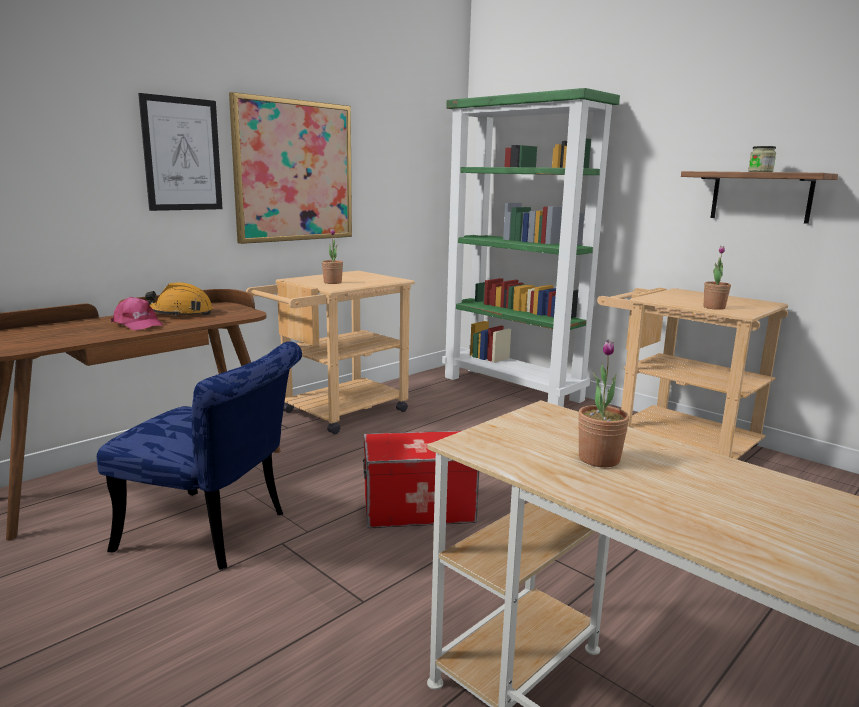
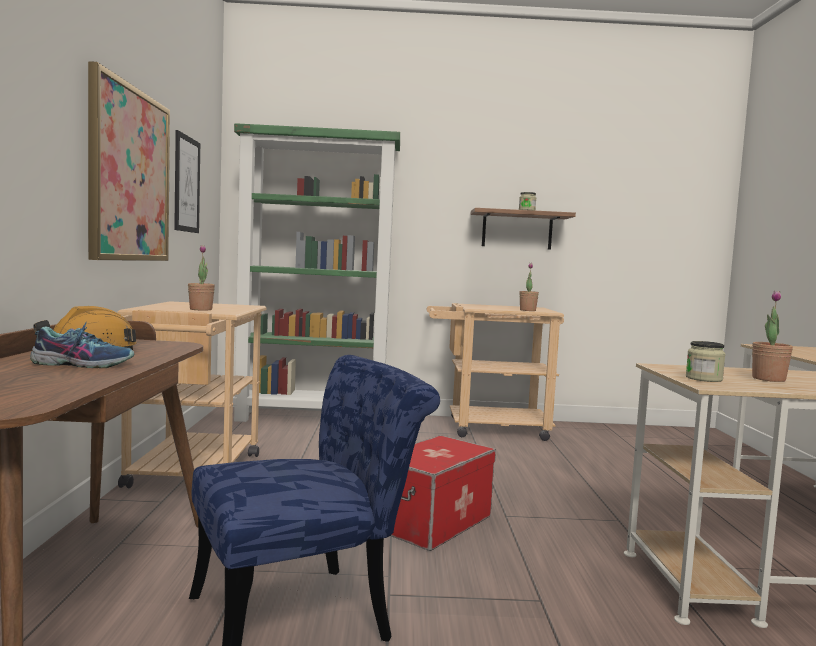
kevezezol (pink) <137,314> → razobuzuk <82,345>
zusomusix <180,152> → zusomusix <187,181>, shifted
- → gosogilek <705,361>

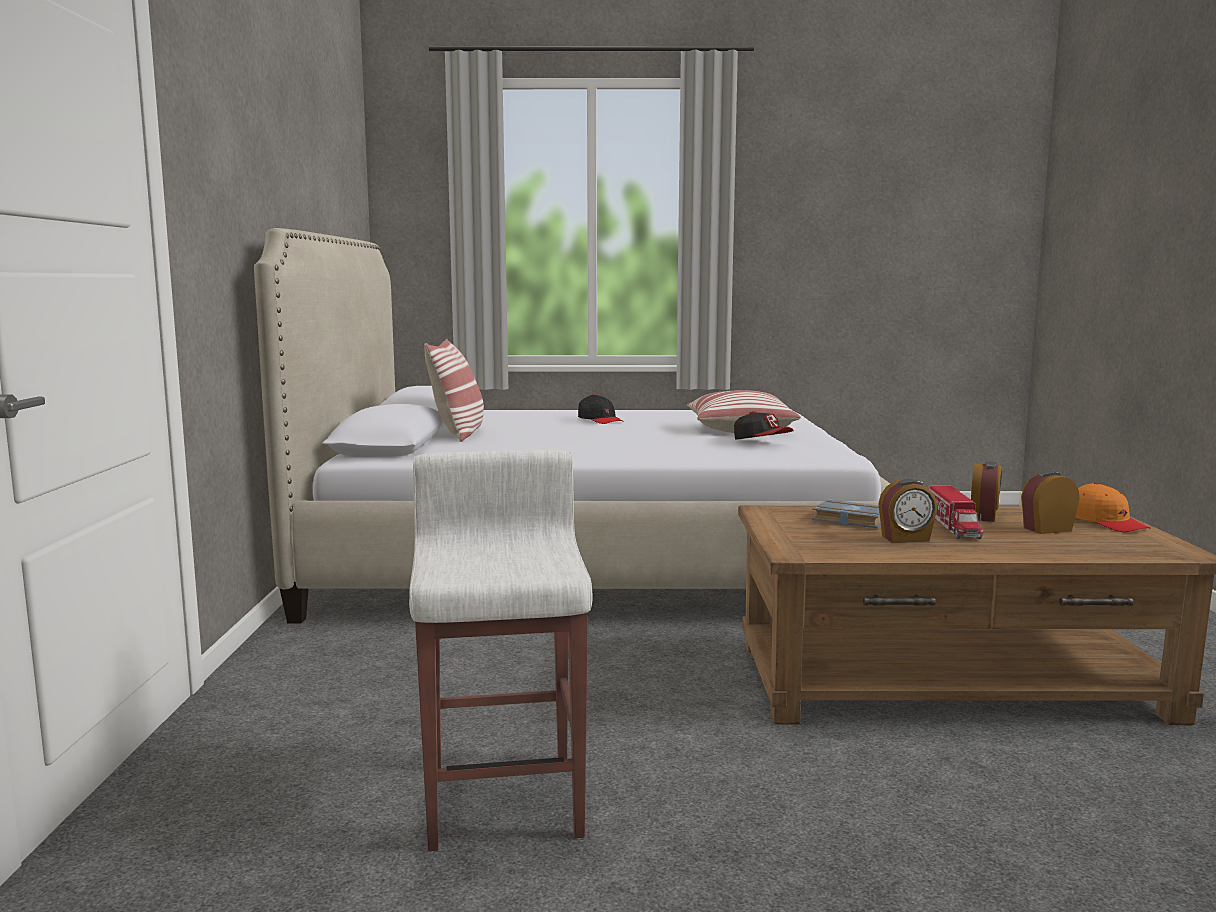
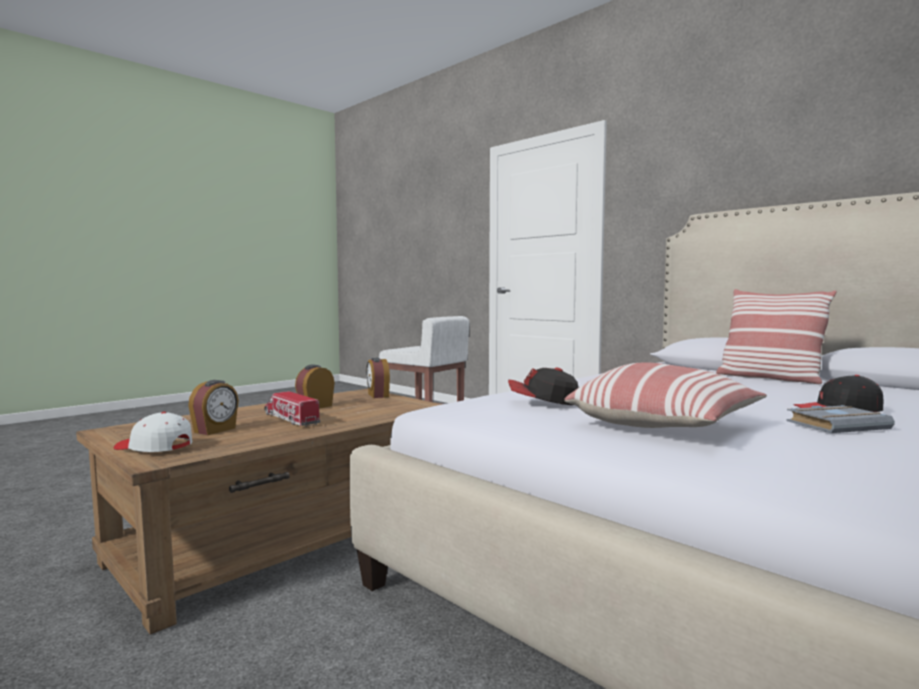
kevezezol (orange) <1112,507> → kevezezol (white) <153,432>
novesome <986,491> → novesome <378,378>, shifted
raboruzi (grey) <846,513> → raboruzi (grey) <840,419>, shifted

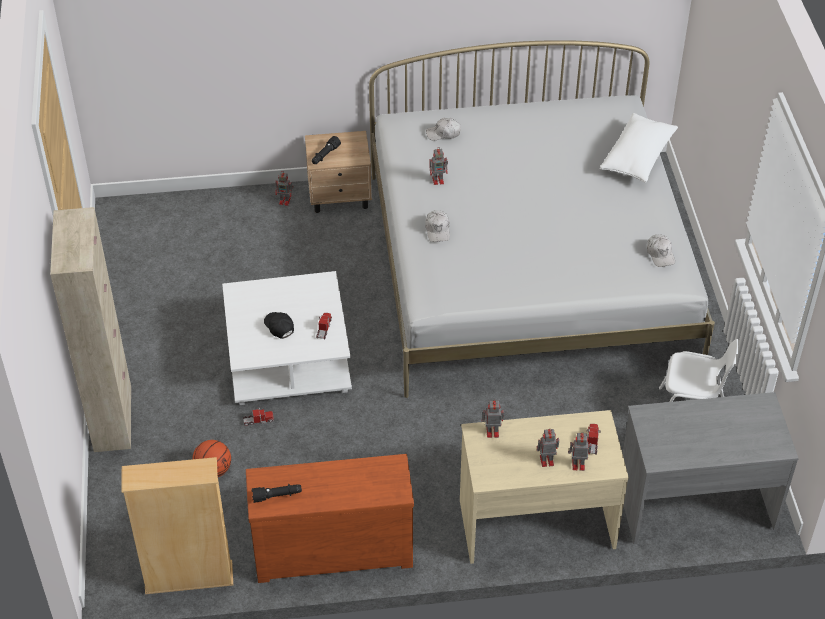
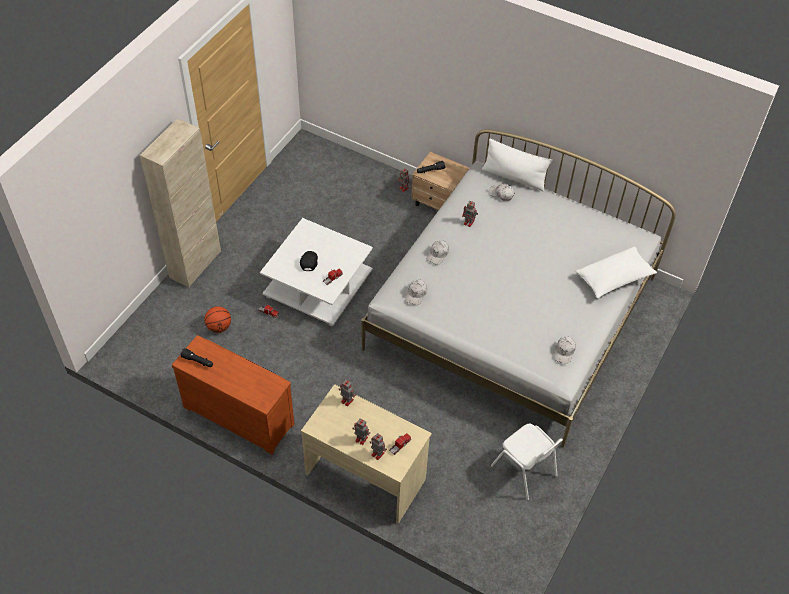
- → kevezezol (white) <416,292>
- → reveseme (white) <517,165>
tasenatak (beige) <177,525> → -
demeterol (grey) <711,468> → -

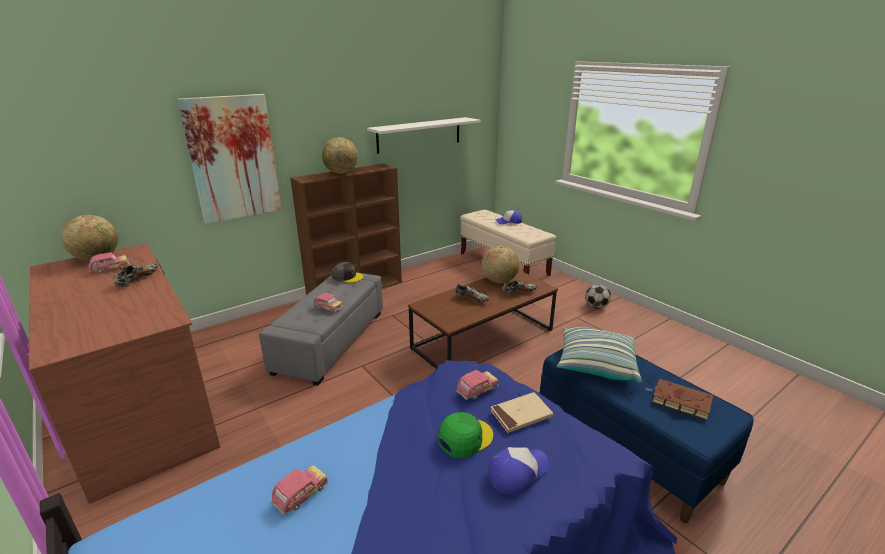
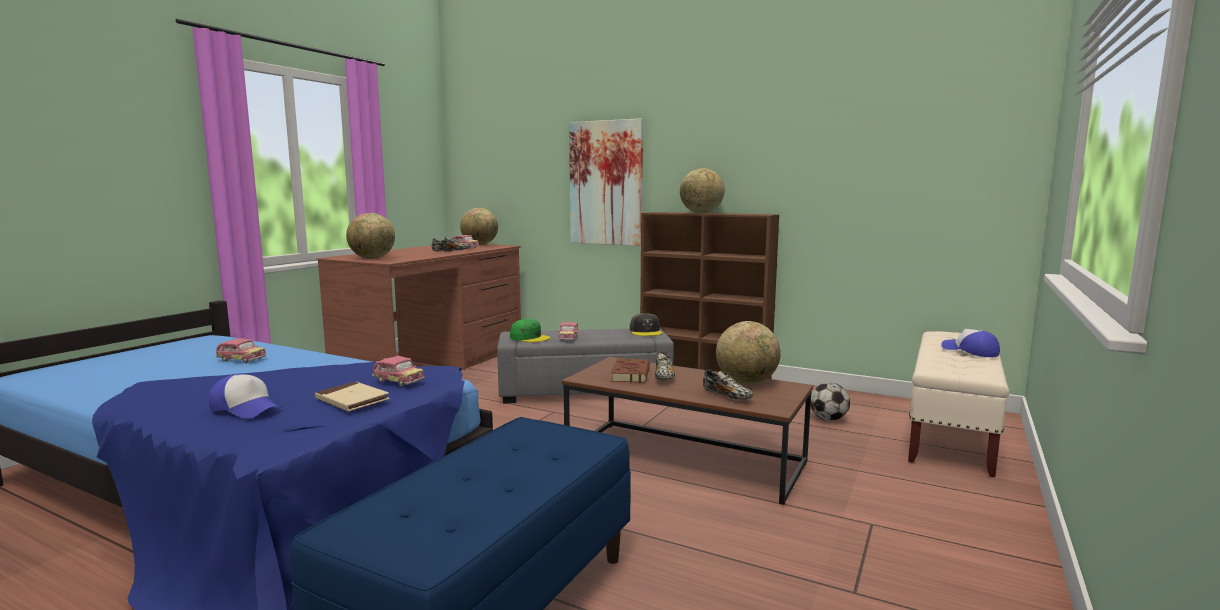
- → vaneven <370,236>
kevezezol (green) <465,435> → kevezezol (green) <530,330>, shifted
raboruzi (brown) <679,399> → raboruzi (brown) <630,371>, shifted
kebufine <598,296> → kebufine <830,402>, shifted
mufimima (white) <424,135> → -
reveseme <599,355> → -

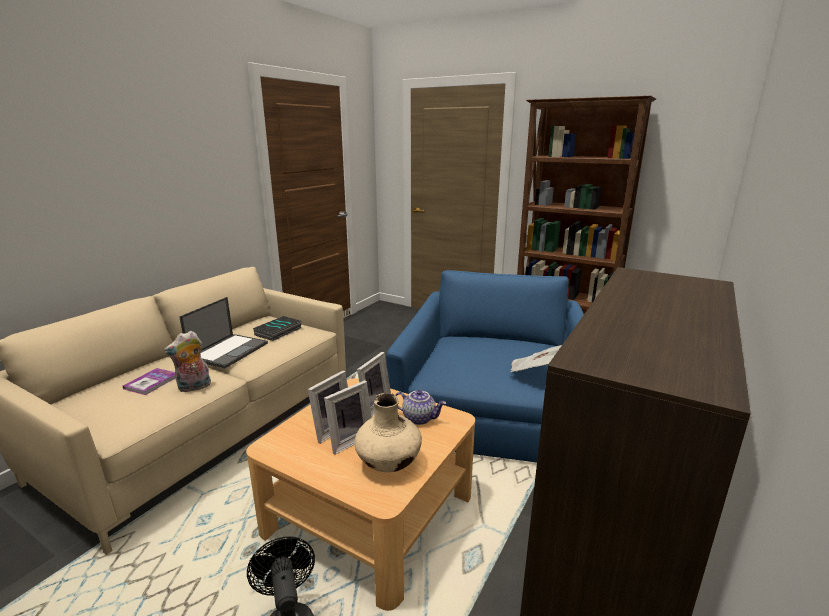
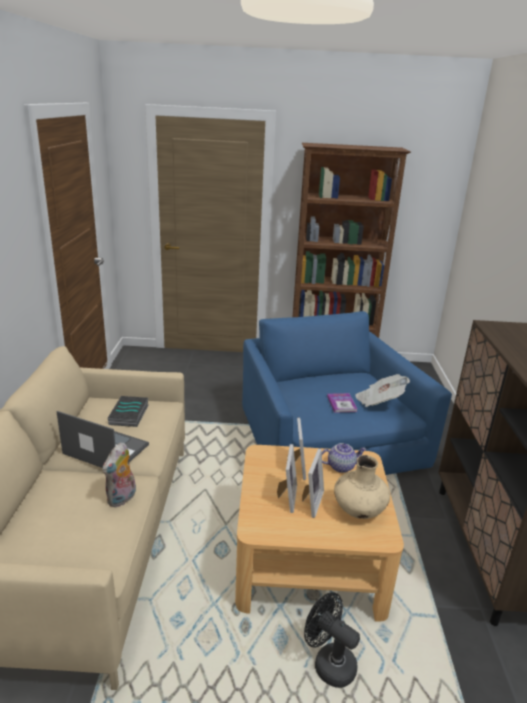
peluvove <223,332> → peluvove <102,439>, 60 degrees counterclockwise
raboruzi <149,381> → raboruzi <342,403>, shifted

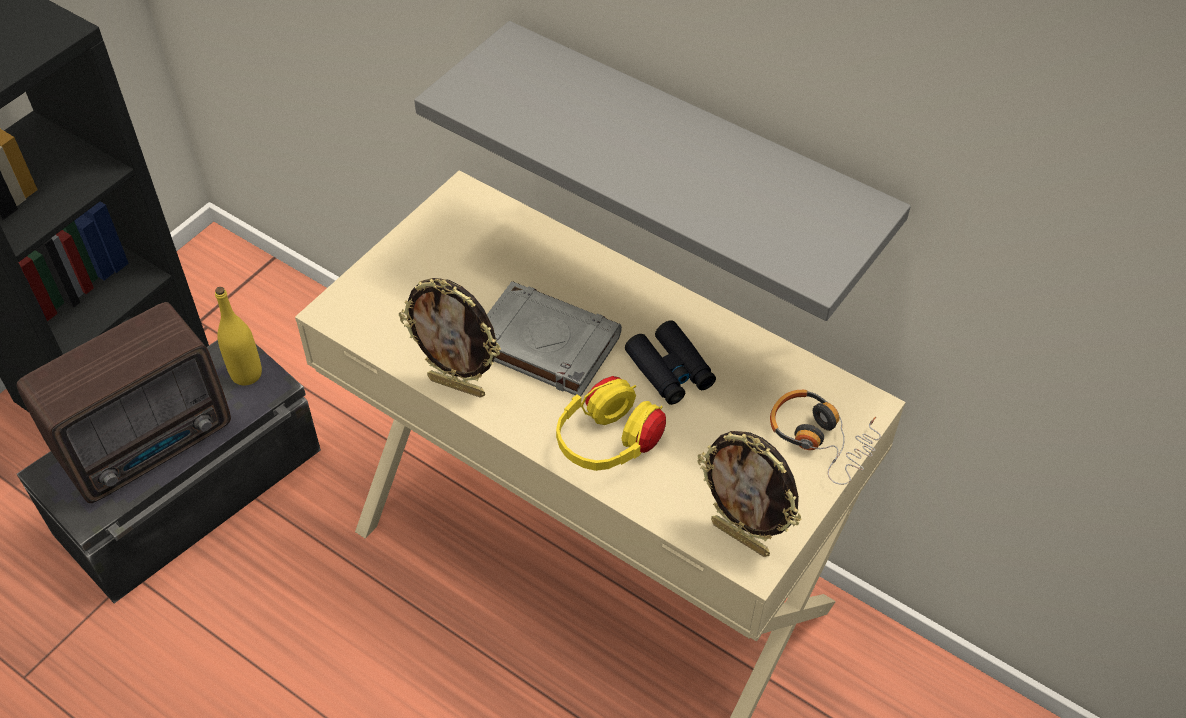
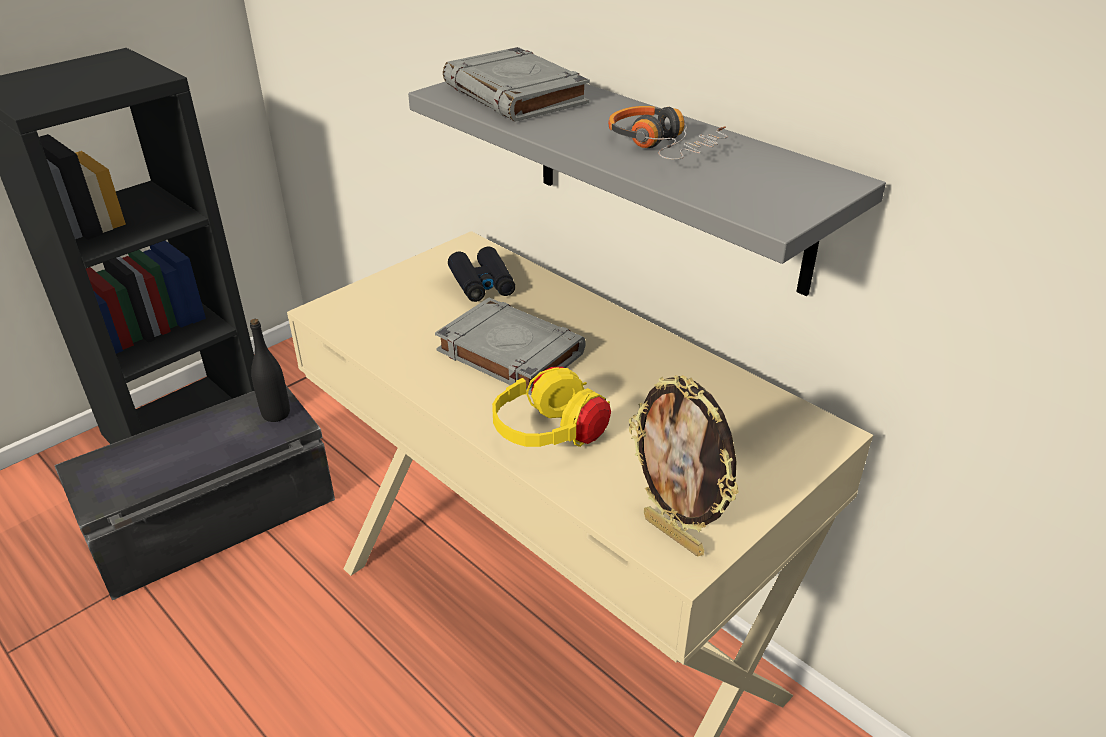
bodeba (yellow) <238,336> → bodeba (black) <270,370>
- → raboruzi (grey) <516,84>
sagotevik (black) <670,362> → sagotevik (black) <482,274>, shifted
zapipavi <825,437> → zapipavi <668,133>, shifted
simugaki <124,402> → -
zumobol <450,338> → -

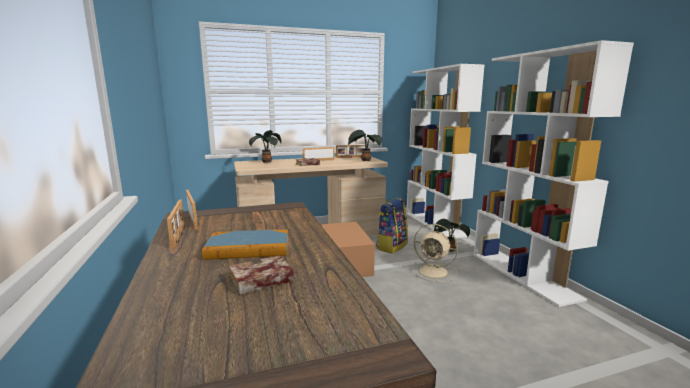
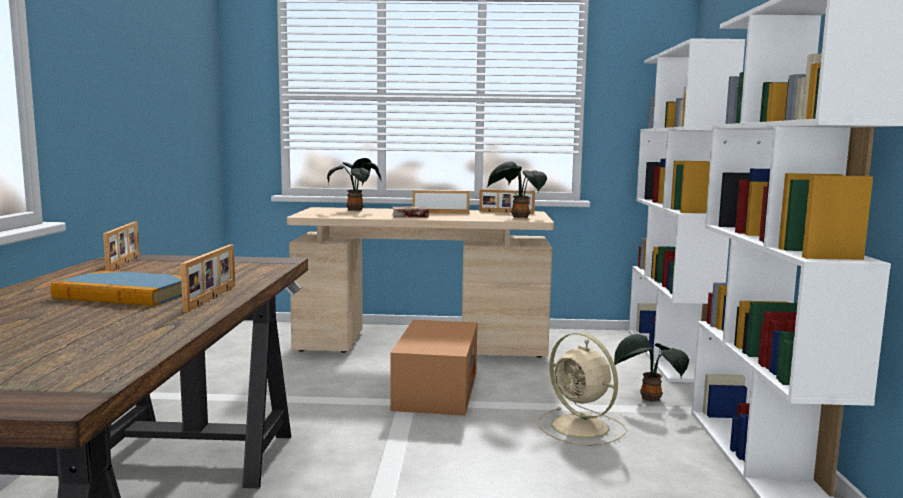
zumobol <176,224> → zumobol <207,278>, shifted
raboruzi <261,275> → -
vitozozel <392,226> → -

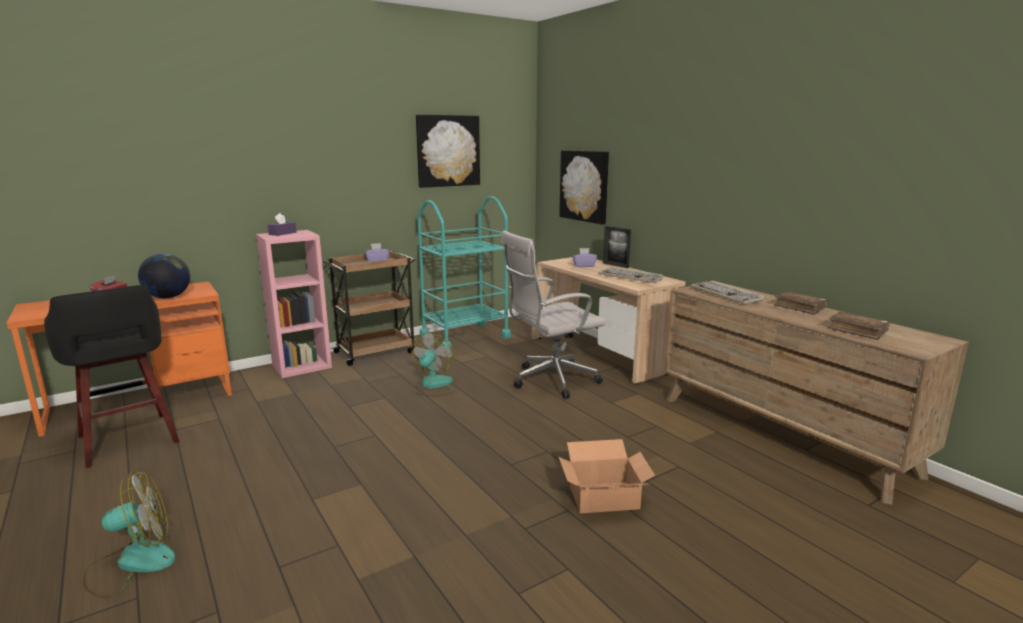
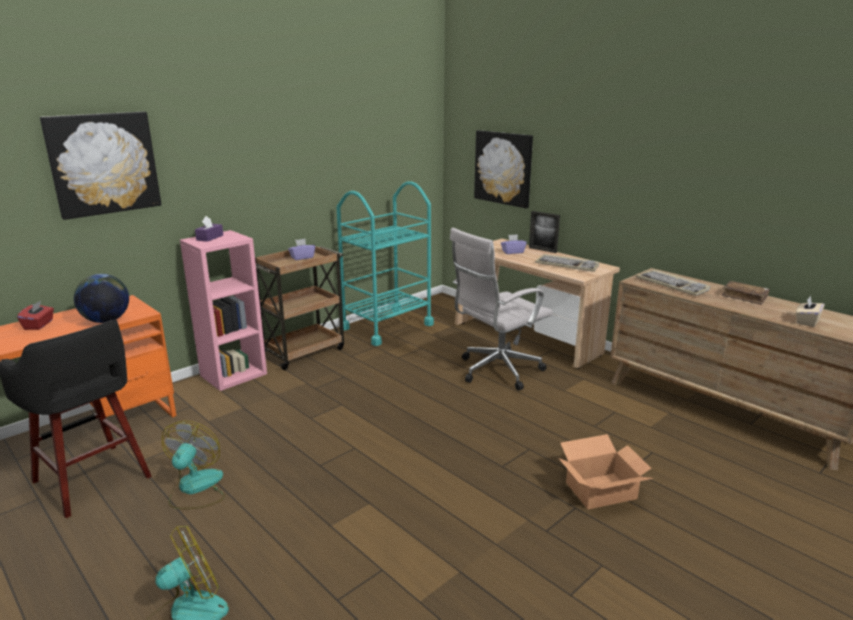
zusomusix <448,151> → zusomusix <100,166>, shifted
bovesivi <433,364> → bovesivi <193,465>, shifted
raboruzi (brown) <858,326> → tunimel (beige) <810,311>

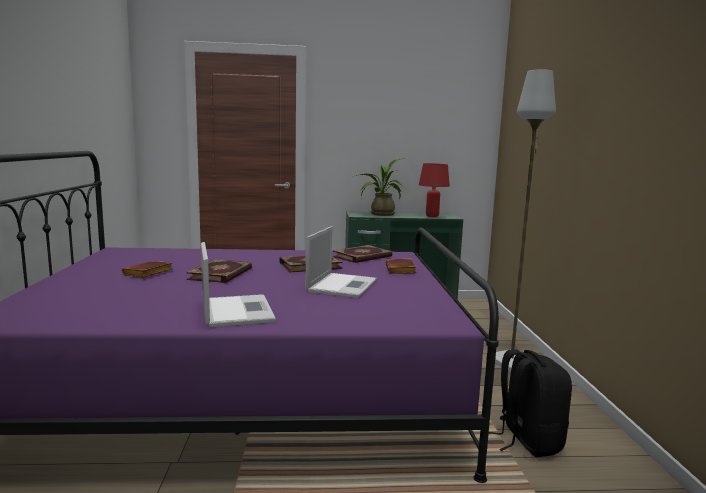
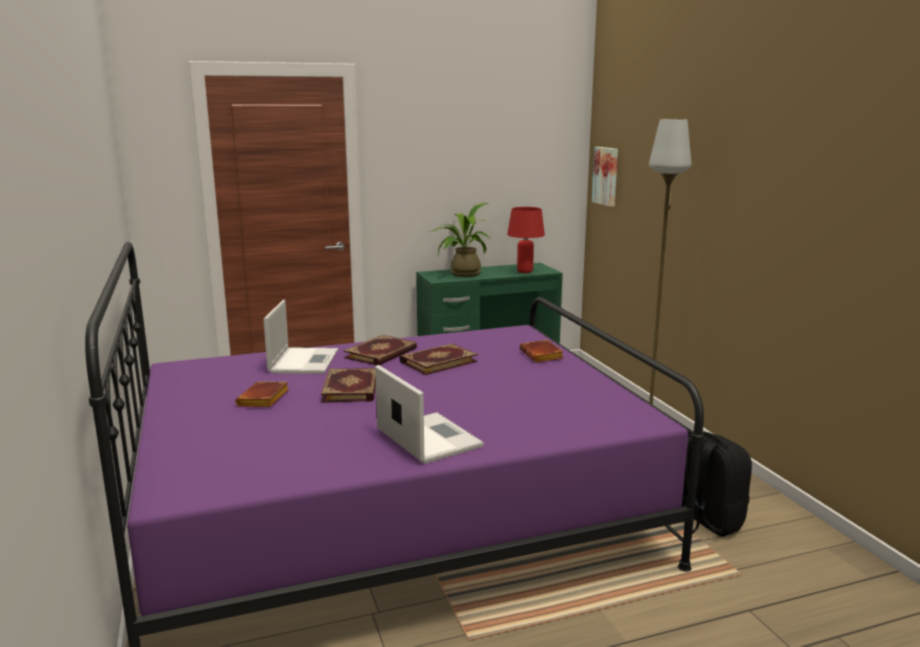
peluvove <341,262> → peluvove <300,337>, shifted
raboruzi <362,254> → raboruzi <380,350>, shifted
- → zusomusix <605,177>

